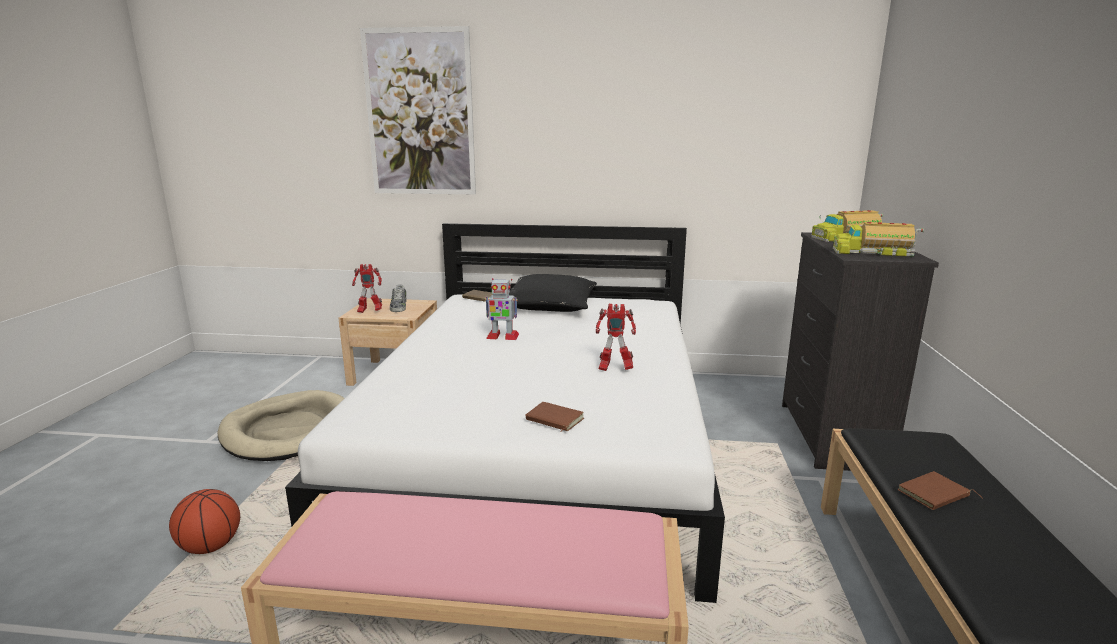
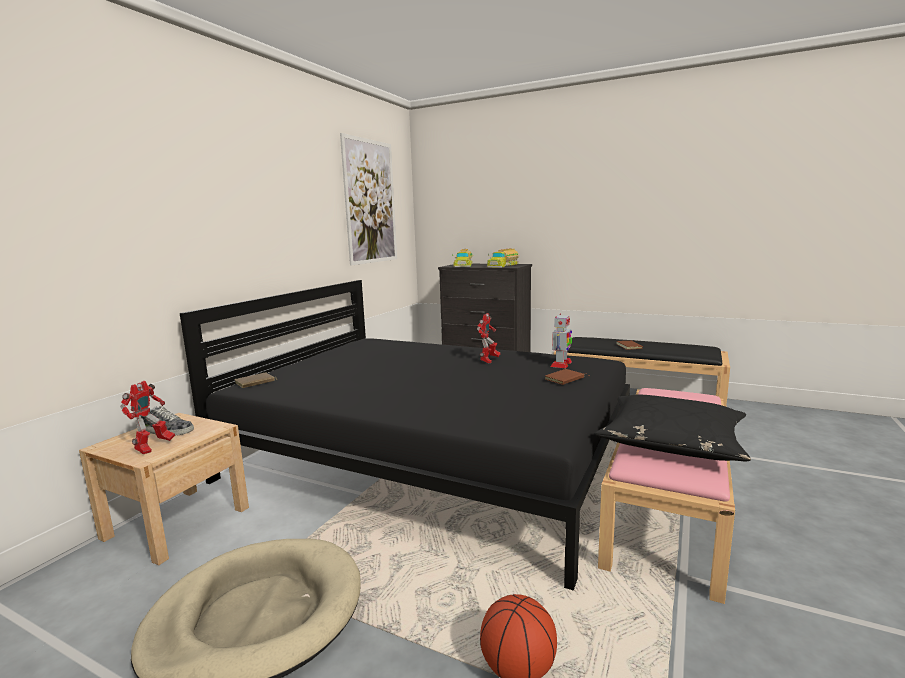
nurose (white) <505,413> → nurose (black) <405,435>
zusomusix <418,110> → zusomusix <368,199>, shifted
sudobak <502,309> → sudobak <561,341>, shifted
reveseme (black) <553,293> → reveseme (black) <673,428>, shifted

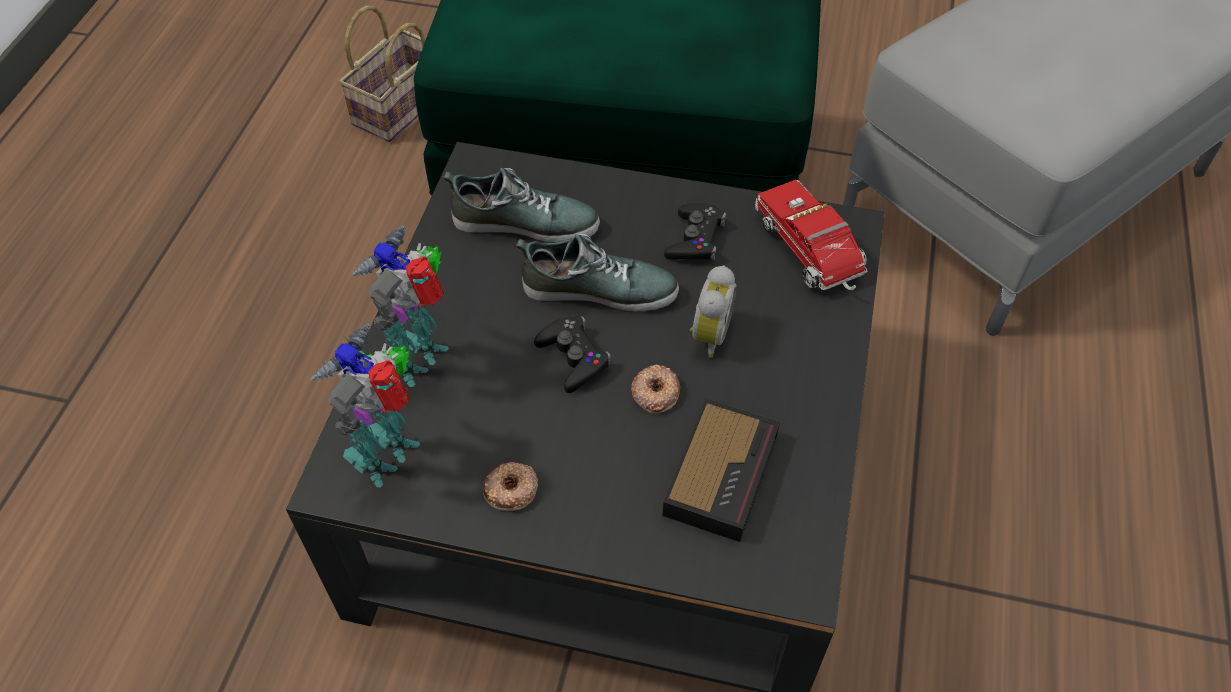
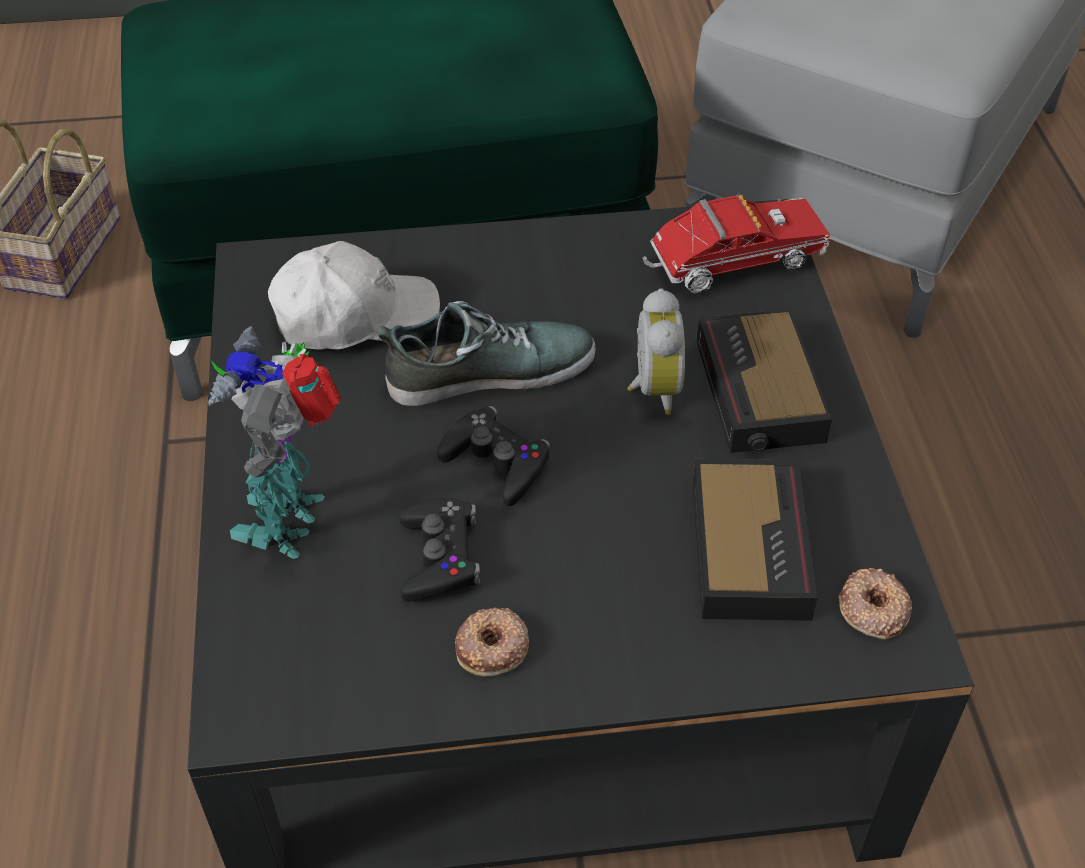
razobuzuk <521,205> → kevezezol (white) <354,295>
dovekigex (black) <695,231> → dovekigex (black) <439,550>, shifted
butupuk <811,235> → butupuk <736,244>, 120 degrees clockwise
- → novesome <764,381>
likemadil <655,389> → likemadil <875,603>, shifted
sudobak <365,405> → -

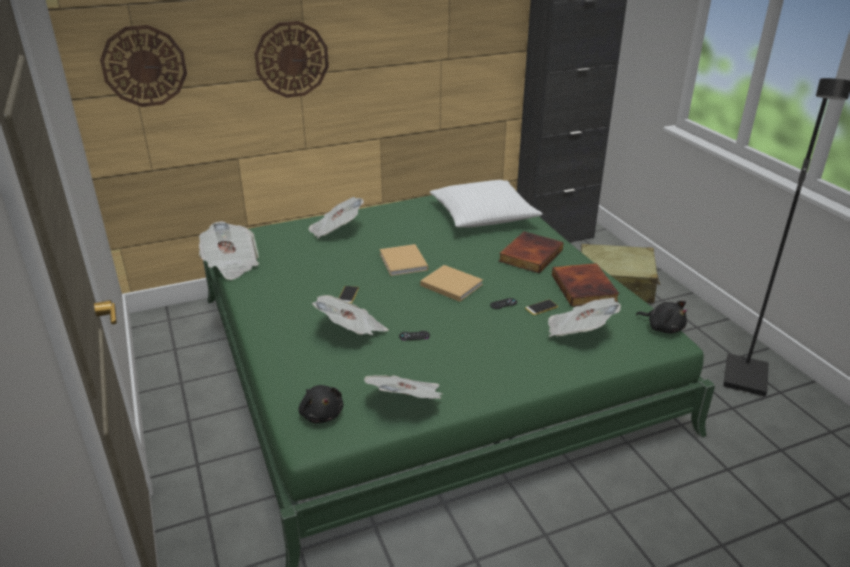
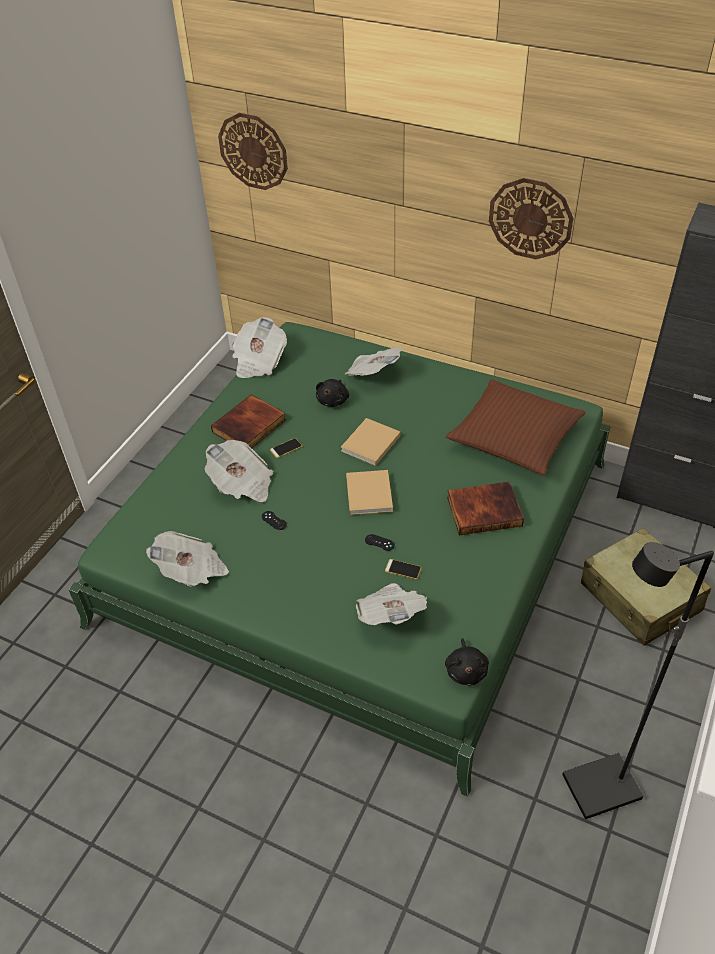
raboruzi <585,285> → raboruzi <248,421>, shifted
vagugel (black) <320,404> → vagugel (black) <332,393>, shifted
reveseme (white) <486,204> → reveseme (brown) <515,427>
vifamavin <291,59> → vifamavin <531,218>, shifted

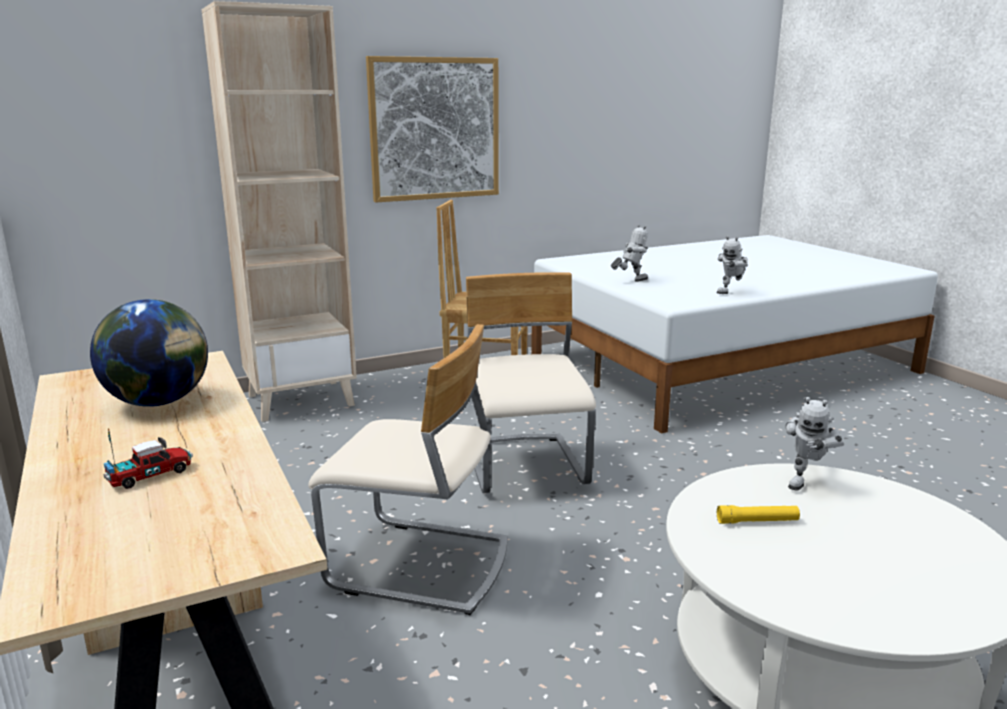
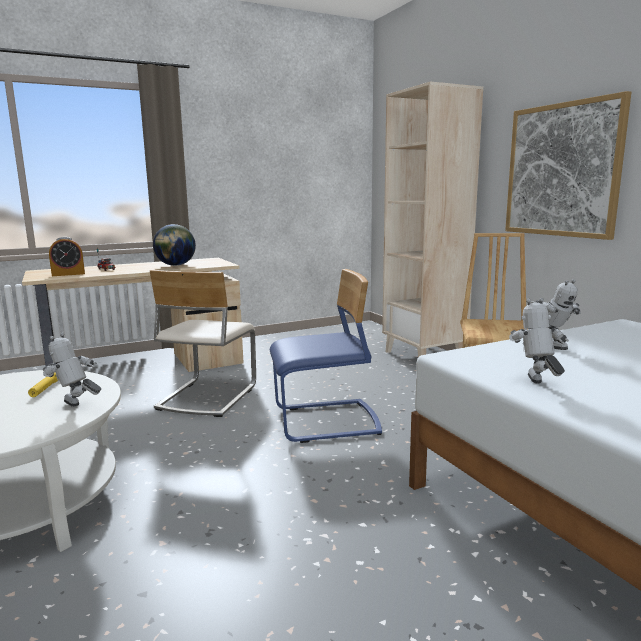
- → novesome <67,256>
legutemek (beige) <531,382> → legutemek (blue) <326,356>
sudobak <732,265> → sudobak <539,341>, 45 degrees clockwise

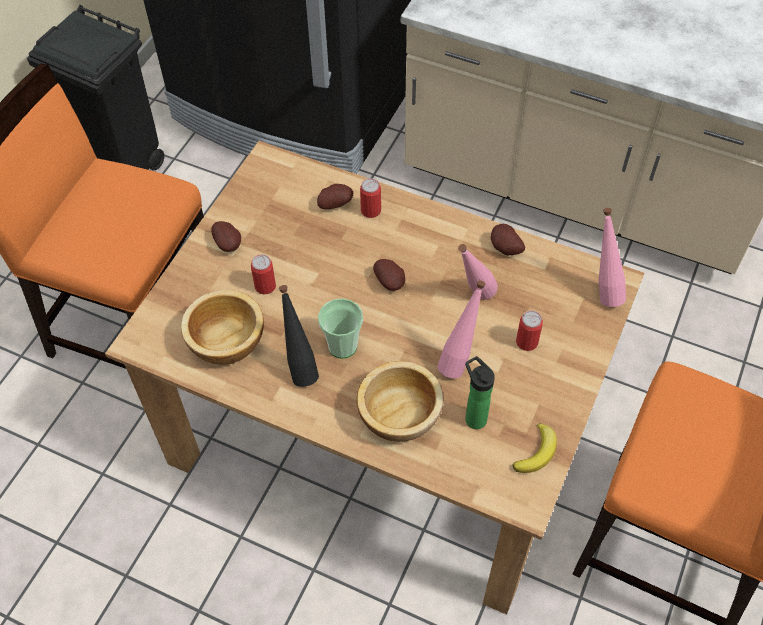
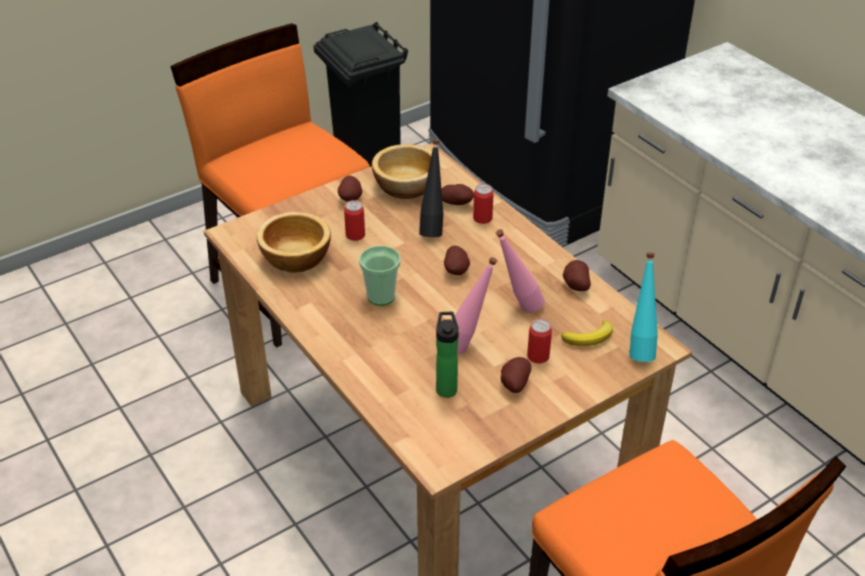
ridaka <400,401> → ridaka <406,171>, shifted
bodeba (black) <299,336> → bodeba (black) <431,189>, shifted
- → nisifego <516,375>
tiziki <534,448> → tiziki <587,333>, shifted
bodeba (pink) <612,257> → bodeba (turquoise) <643,307>

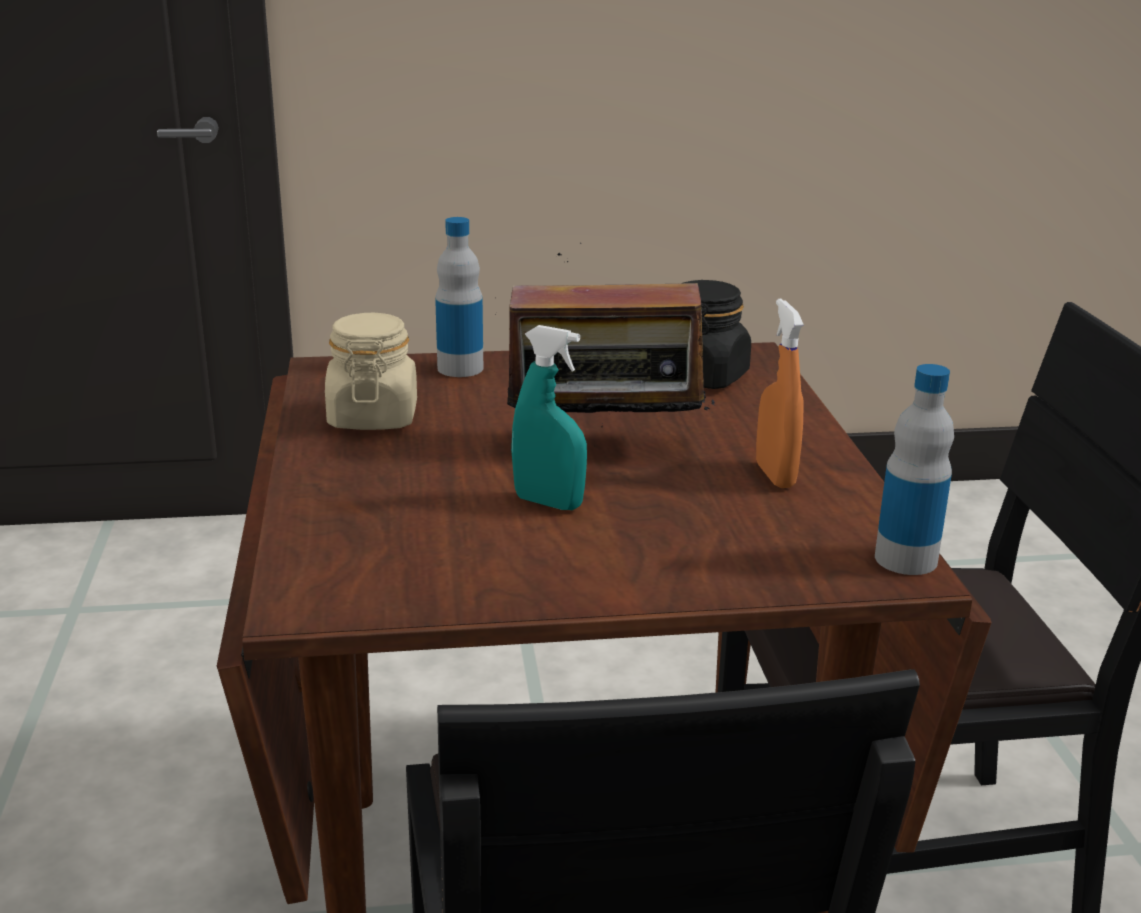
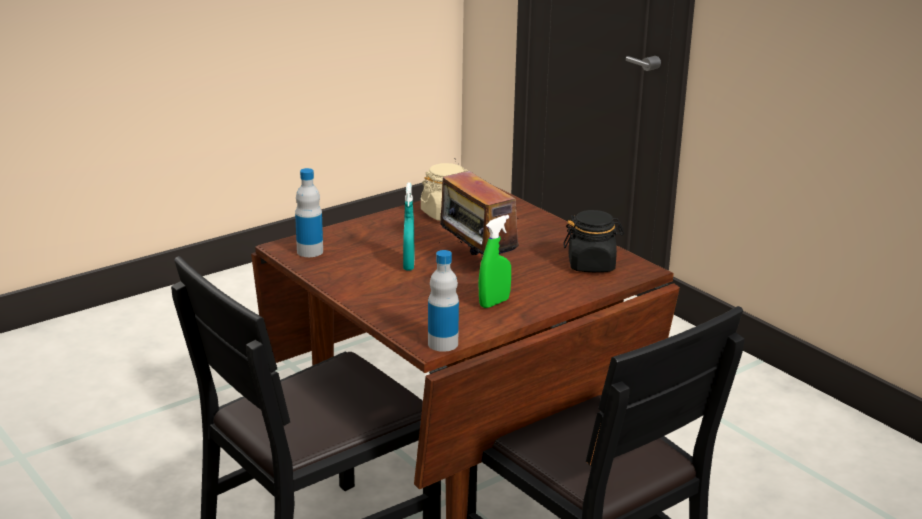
bodeba <459,297> → bodeba <309,212>, shifted
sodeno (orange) <780,393> → sodeno (green) <494,261>

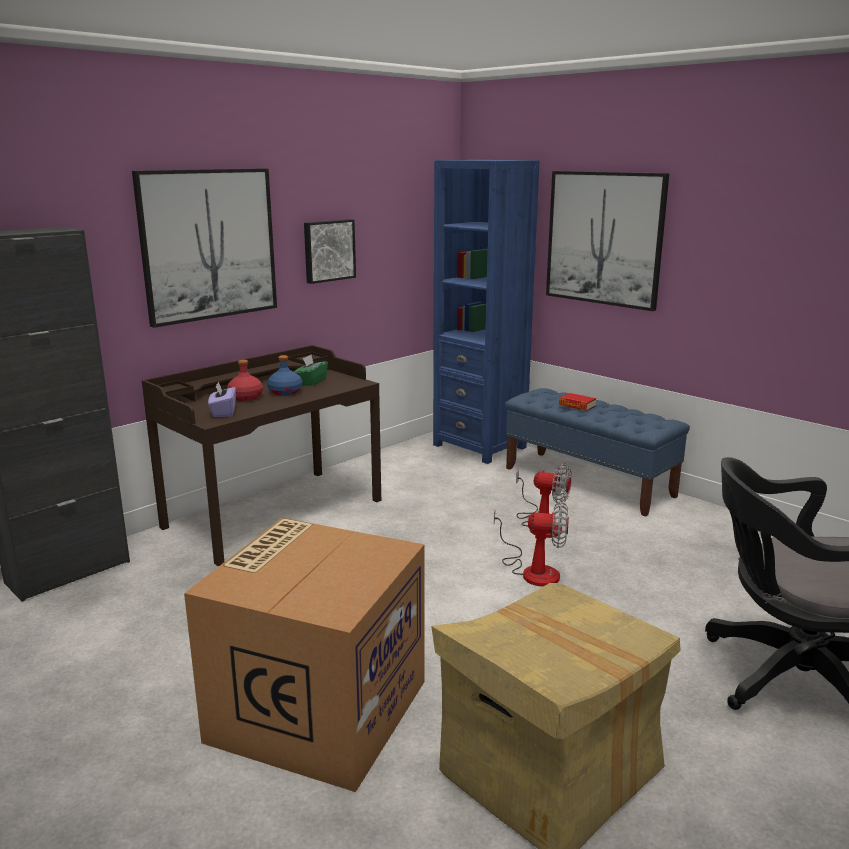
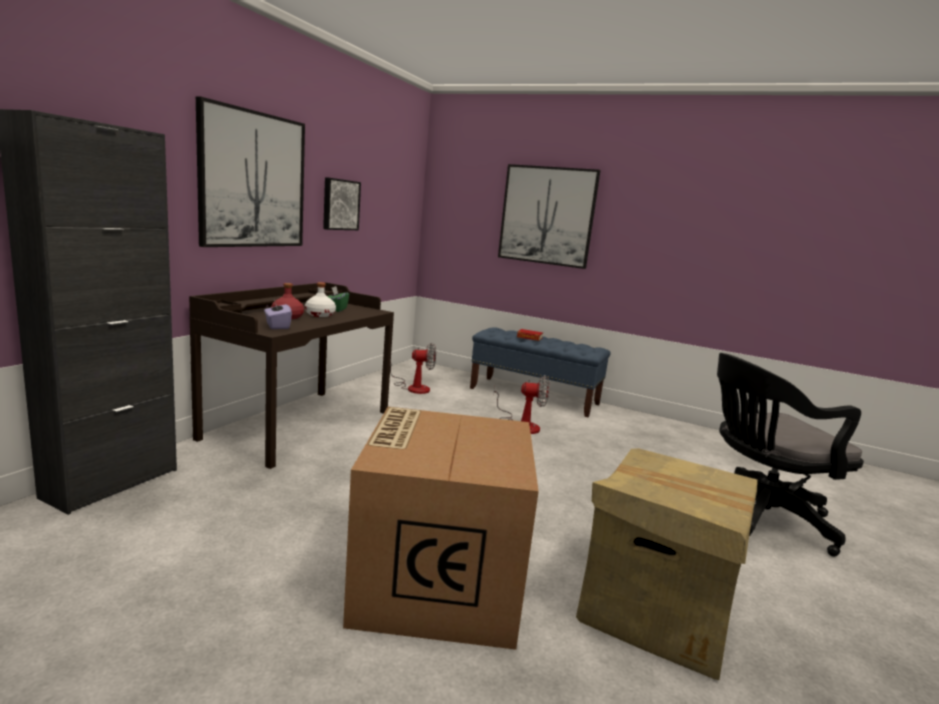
bodeba (blue) <284,375> → bodeba (white) <320,299>
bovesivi <531,544> → bovesivi <413,368>, shifted
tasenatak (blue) <486,312> → -

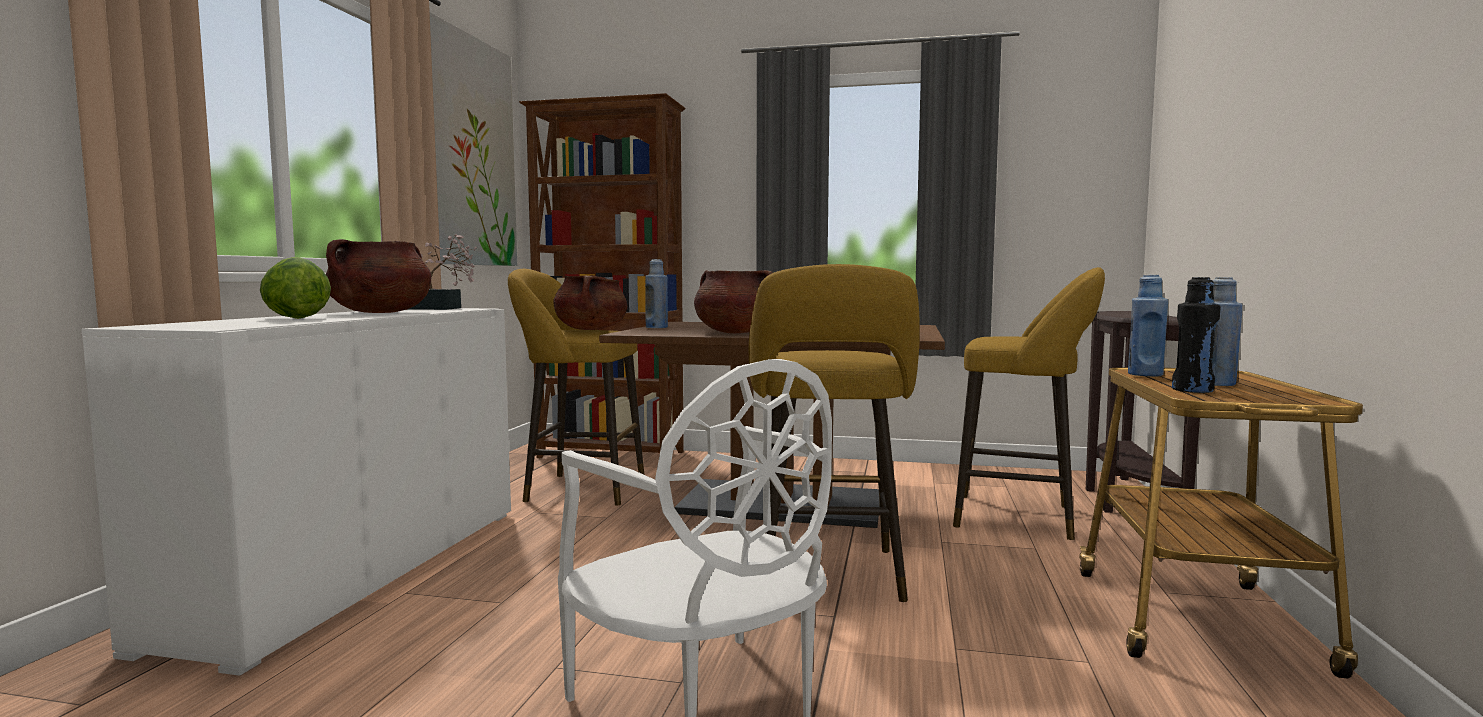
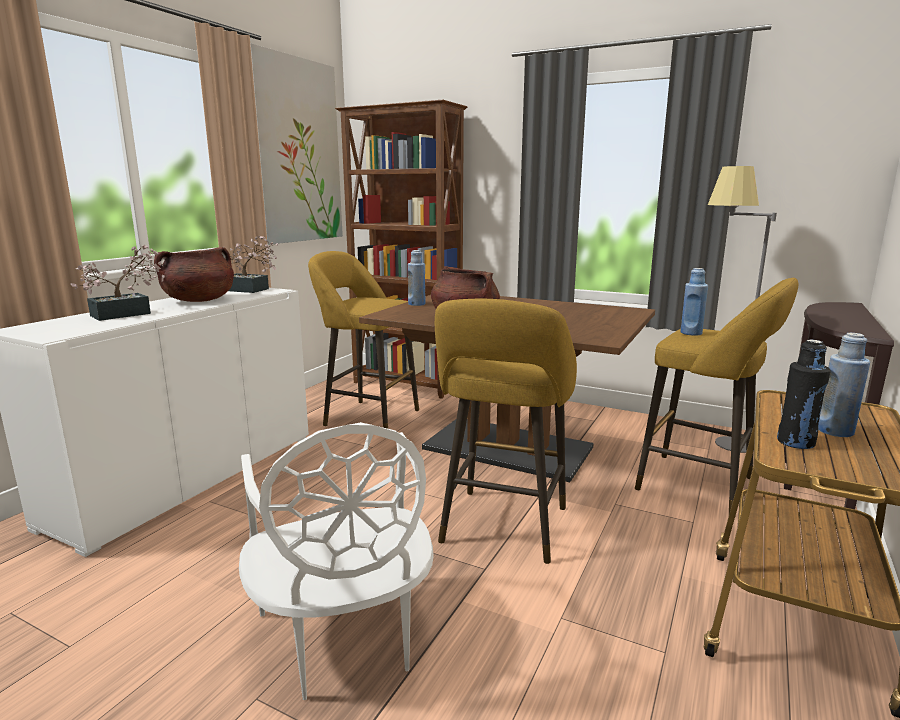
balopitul <295,288> → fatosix <118,283>
bodeba (blue) <1148,325> → bodeba (blue) <694,302>, shifted
- → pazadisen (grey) <742,309>
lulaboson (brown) <590,302> → -

